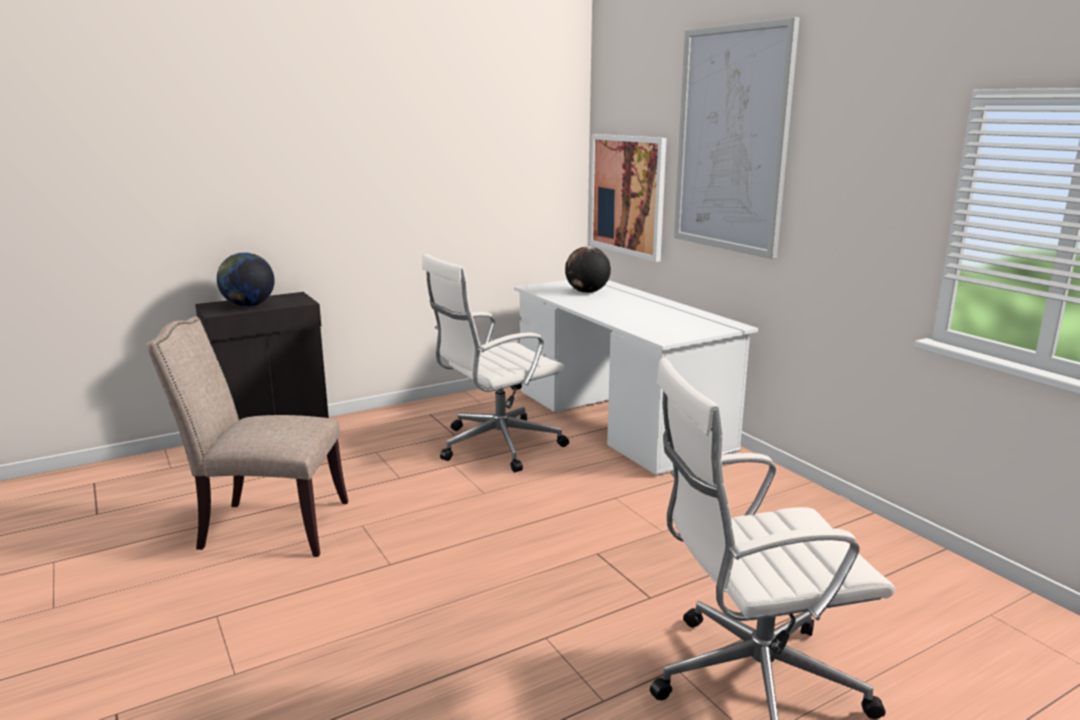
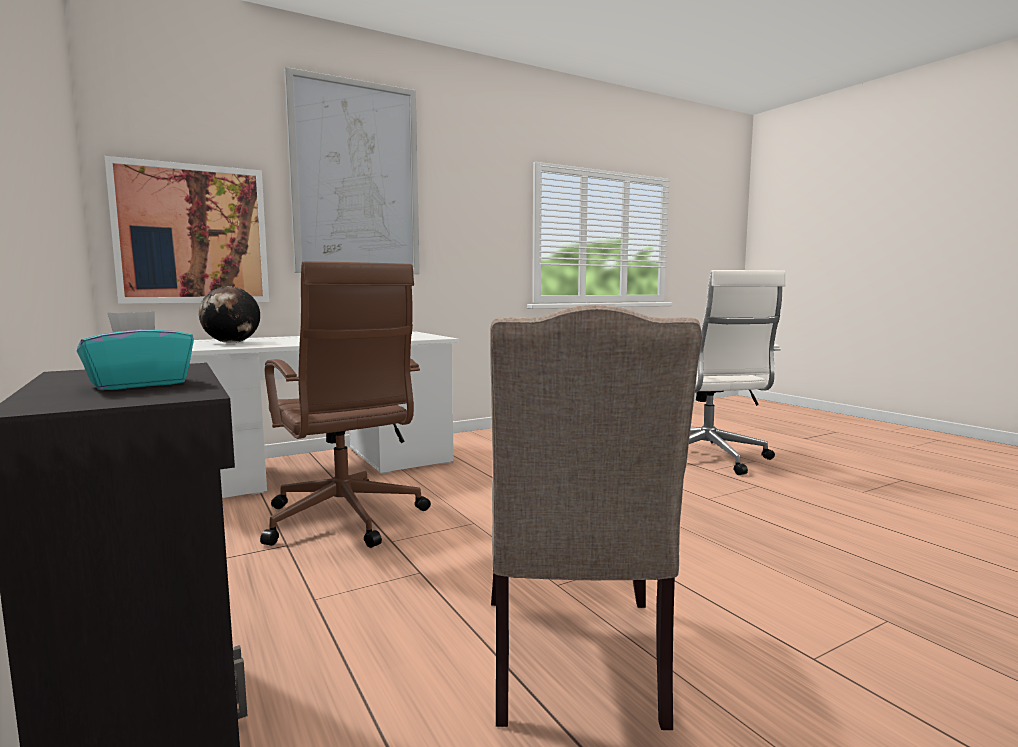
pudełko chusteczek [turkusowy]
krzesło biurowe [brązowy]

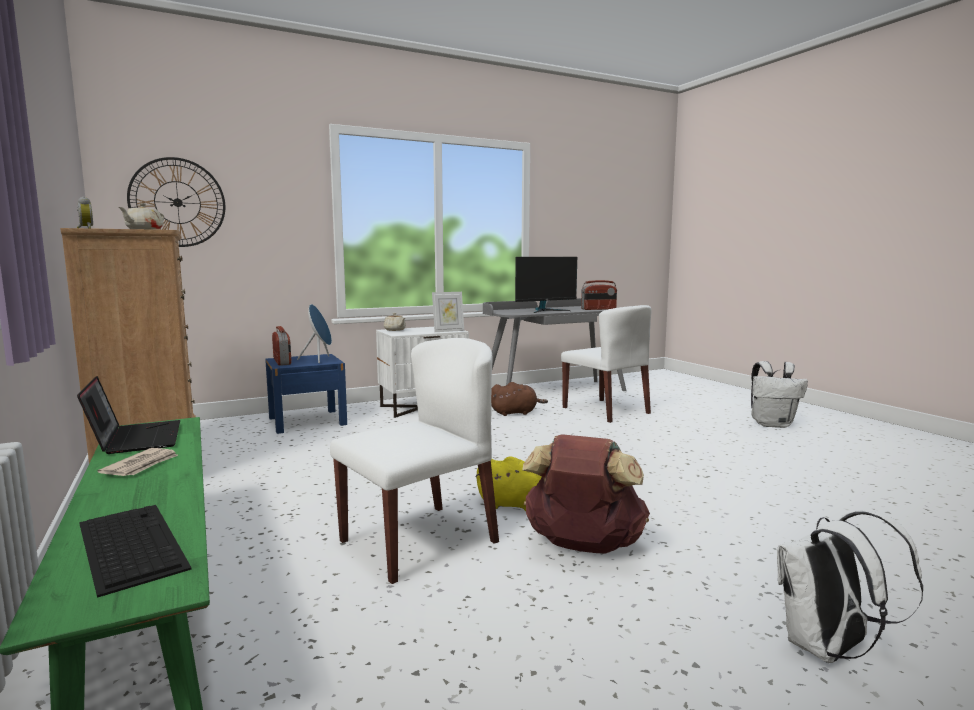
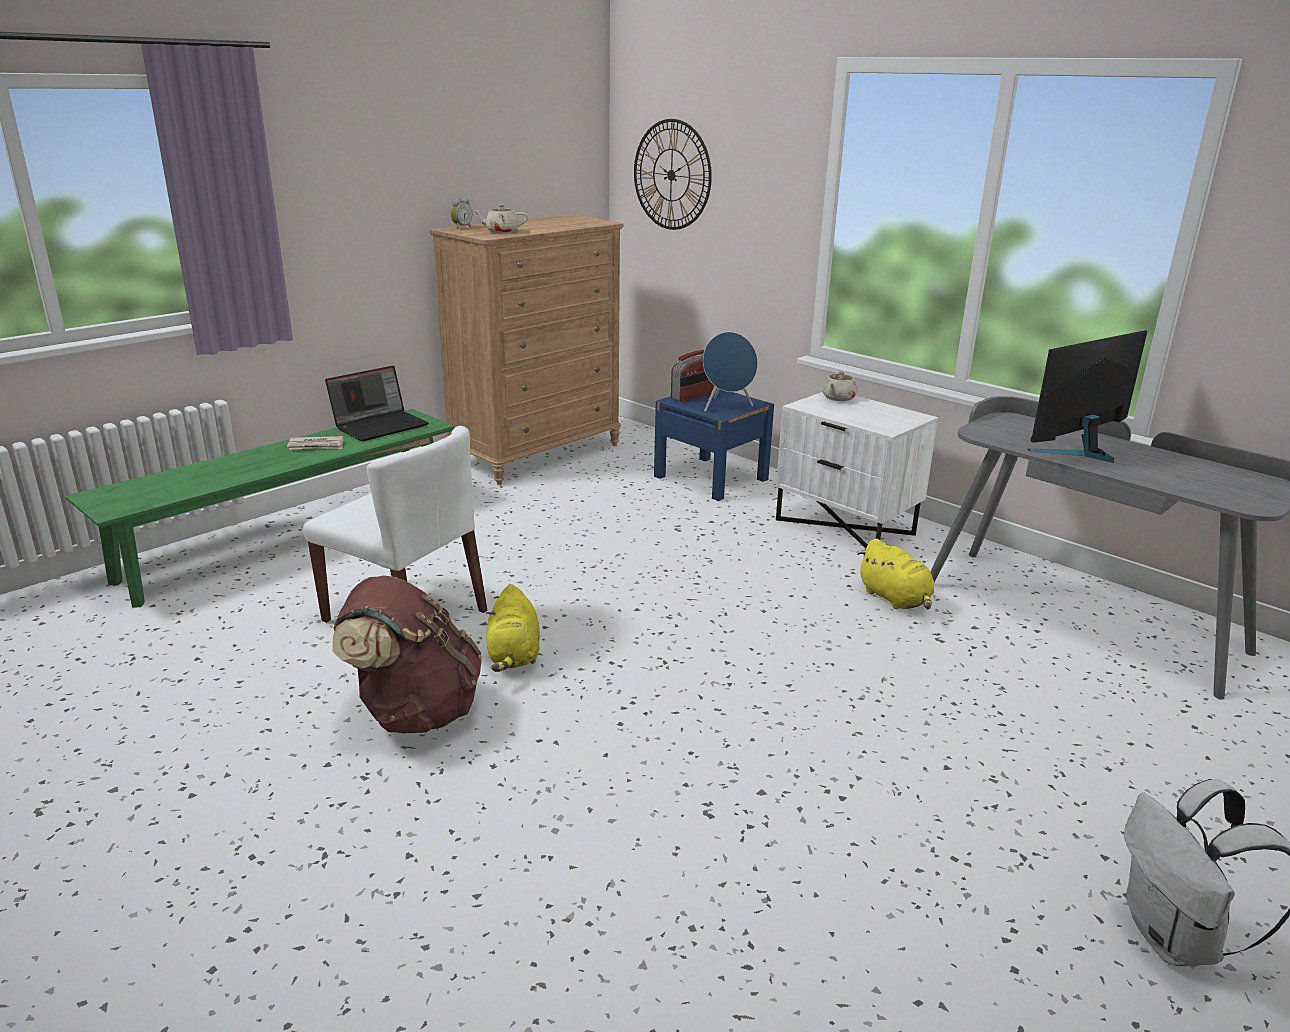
klawiatura
ramka na zdjęcie
pluszak [żółty] (no. 2 from left)
monitor
krzesło [biały] (no. 2 from left in the first image)
radio (no. 2 from left in the first image)
plecak [biały] (no. 2 from left in the first image)

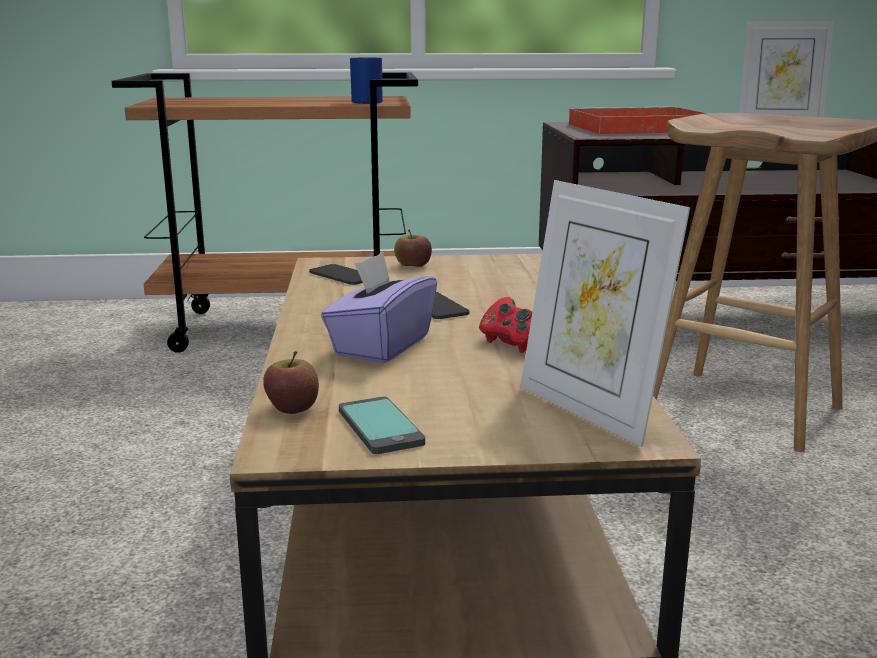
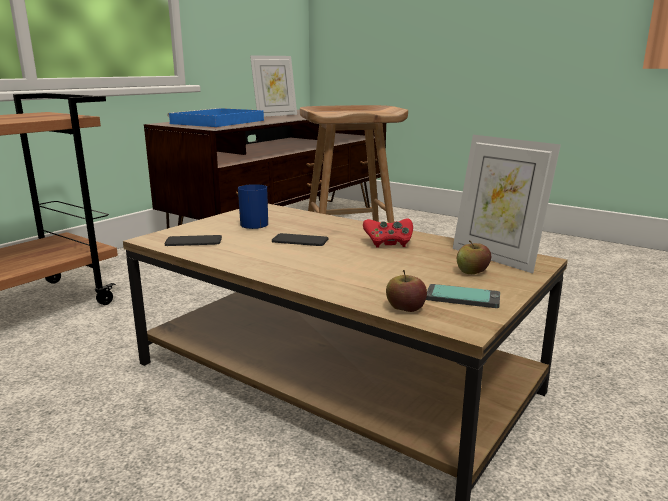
pudełko chusteczek [fioletowy]
kubek [niebieski]
jabłko (no. 2 from left)
ramka na zdjęcie (no. 2 from left)
taca [niebieski]

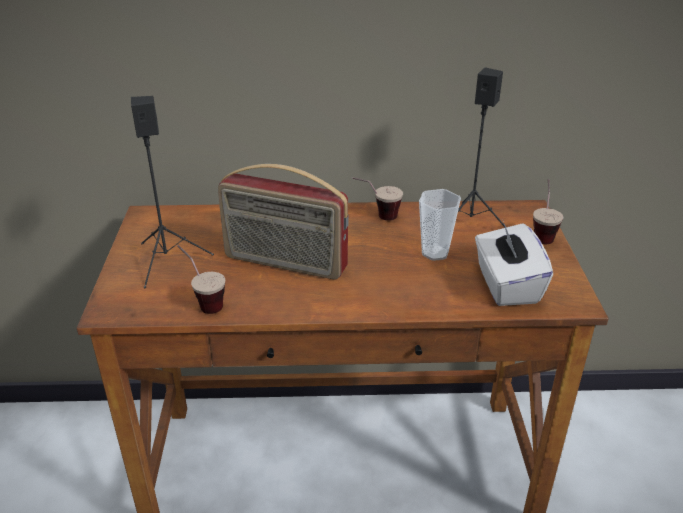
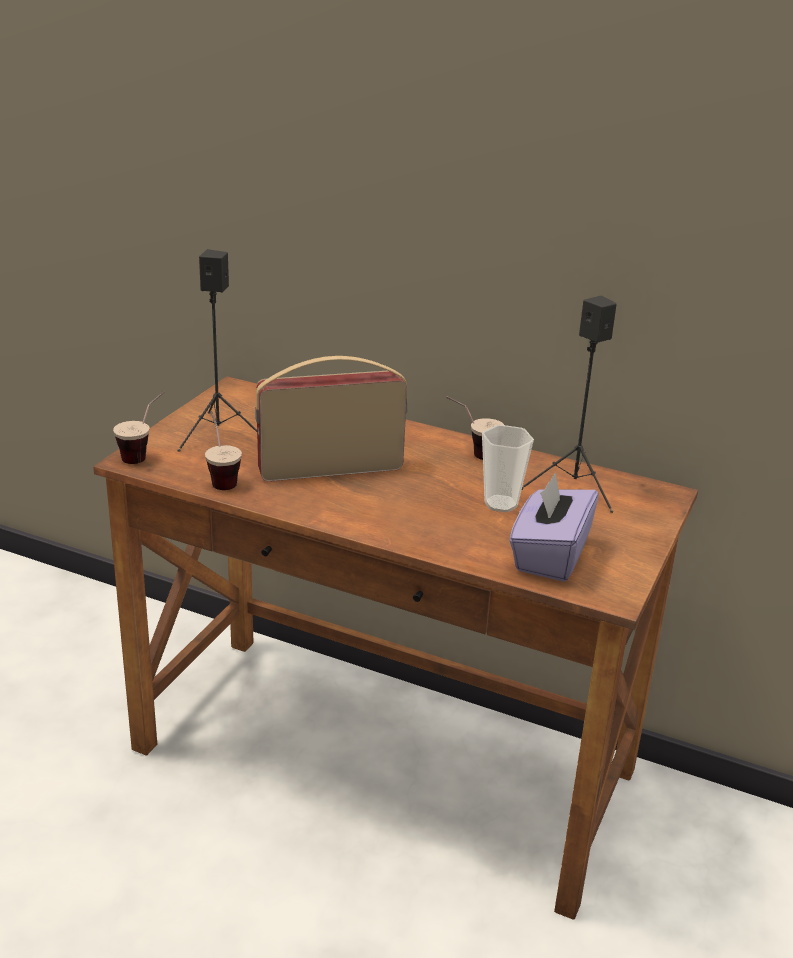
radio
pudełko chusteczek [fioletowy]
filiżanka (no. 1 from left)

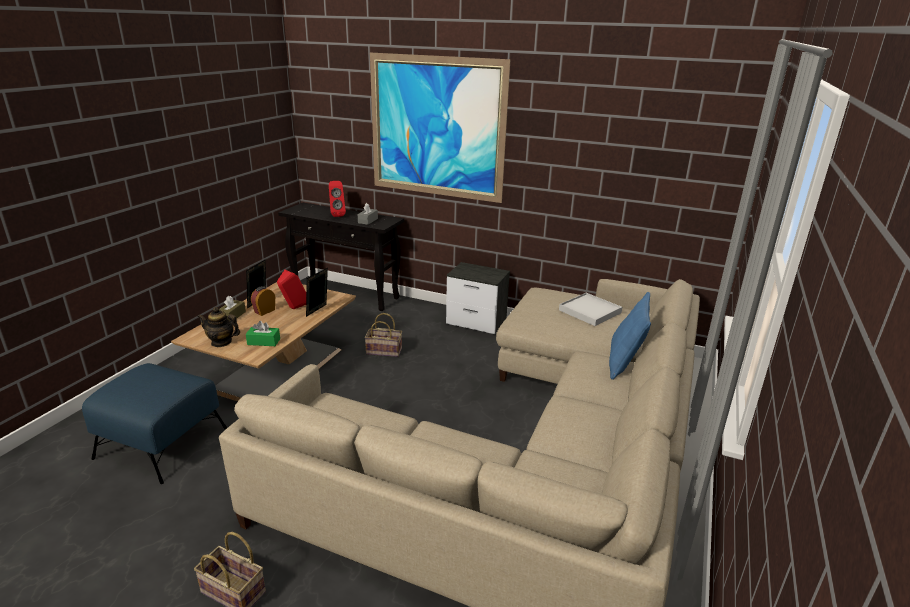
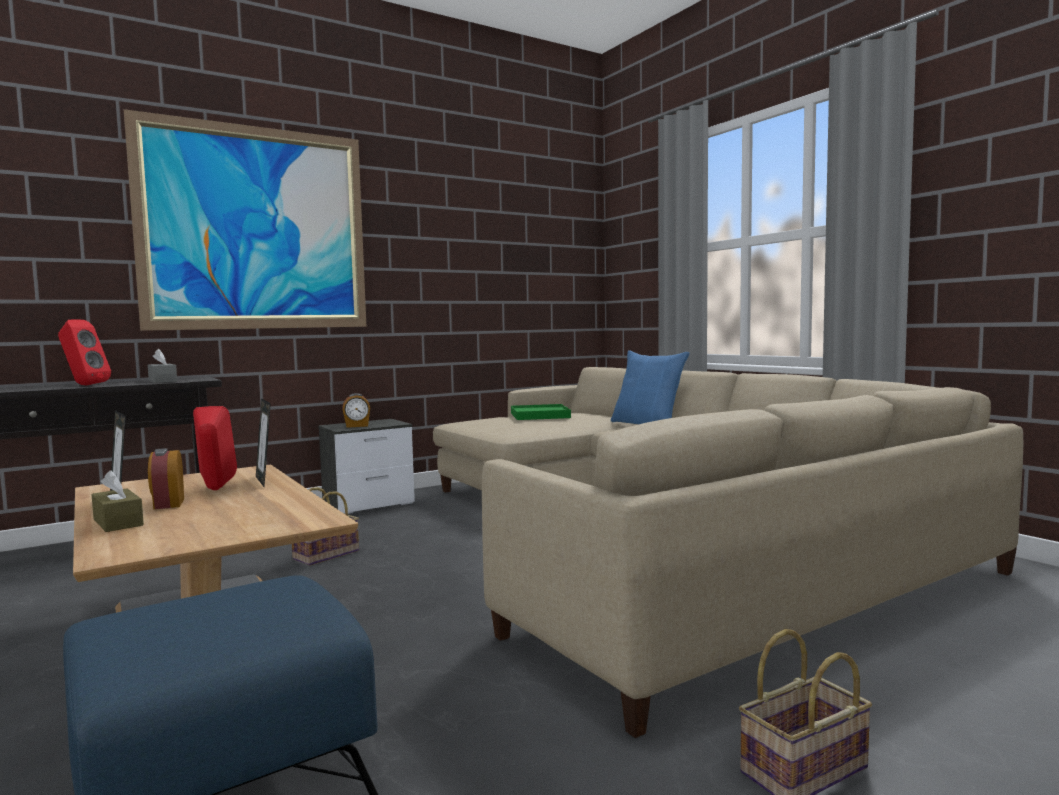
imbryk
pudełko chusteczek [zielony]
taca [zielony]
budzik (no. 2 from left)

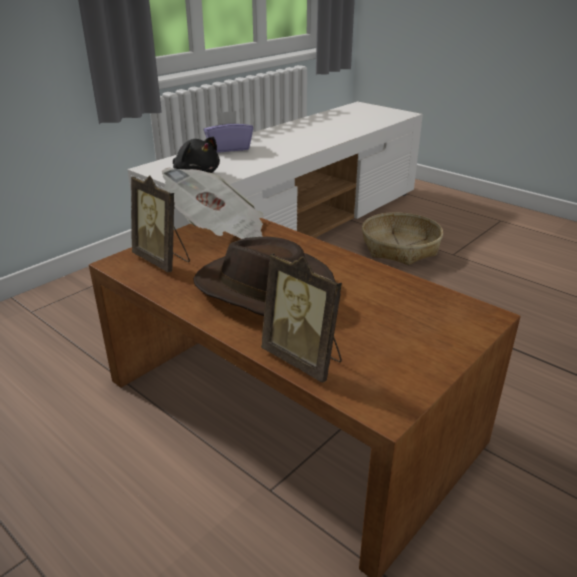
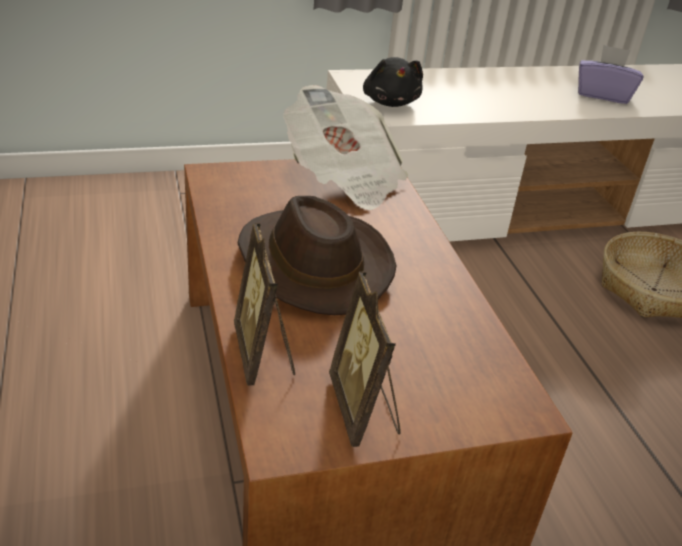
ramka na zdjęcie (no. 2 from left)
pudełko chusteczek [fioletowy]

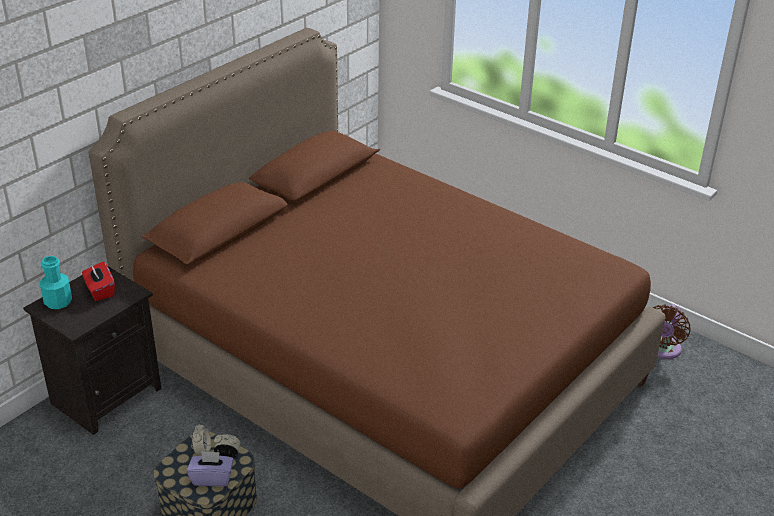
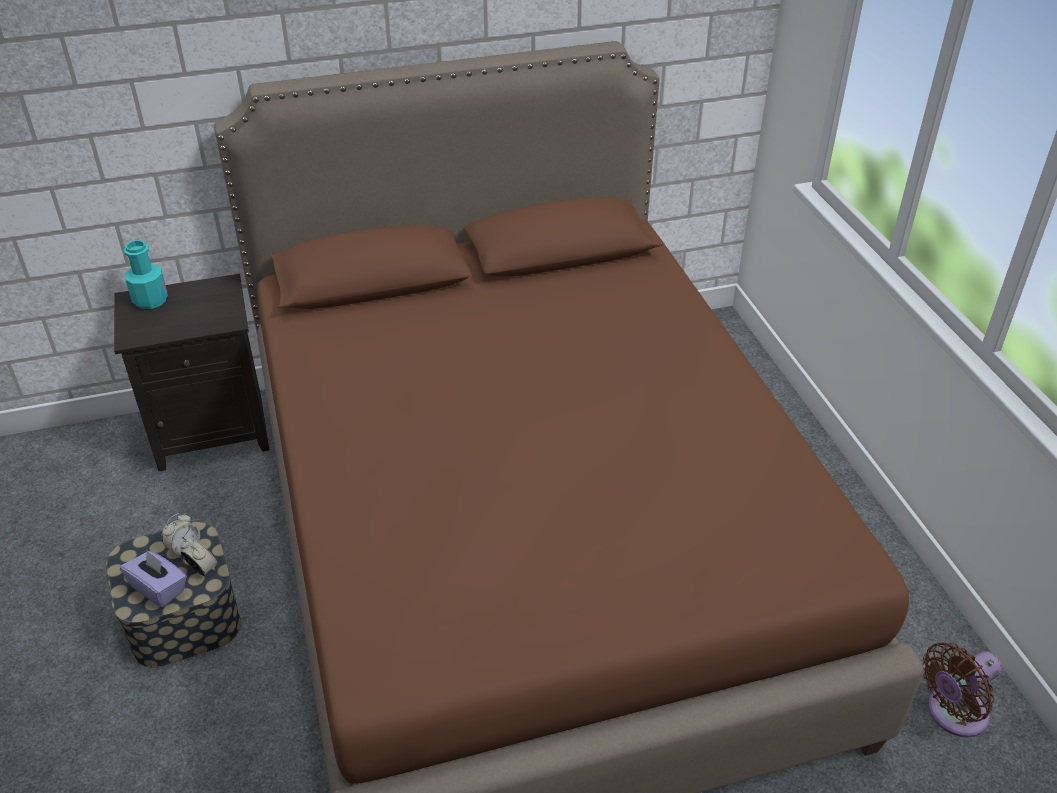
pudełko chusteczek [czerwony]

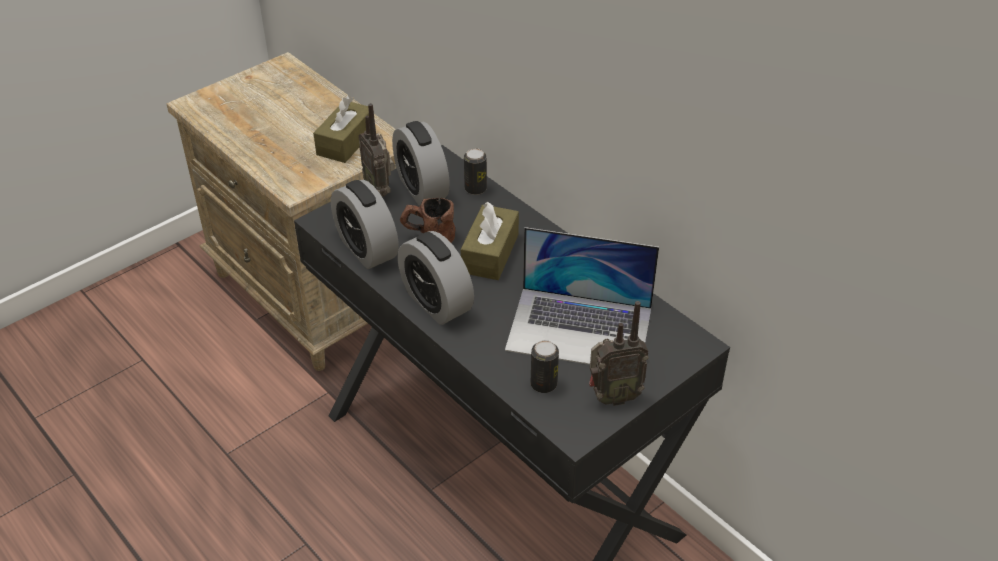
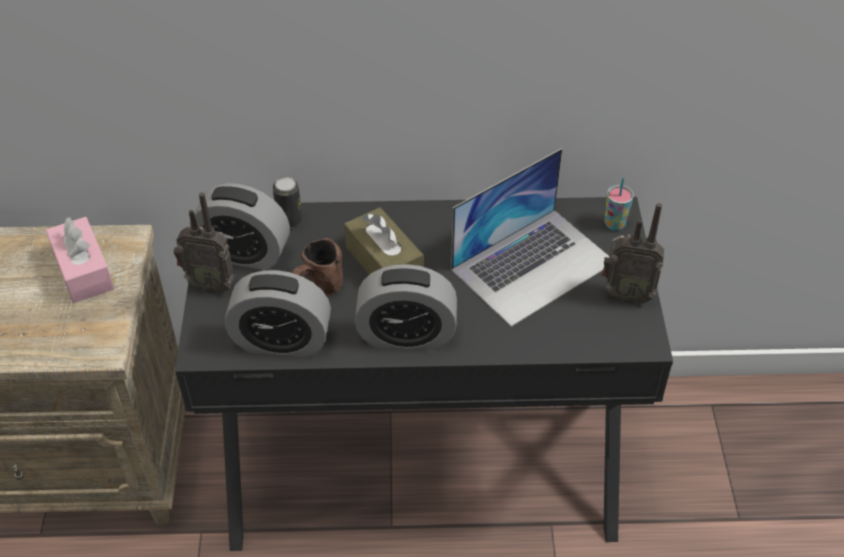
pudełko chusteczek [różowy]
puszka (no. 2 from left in the first image)
radio (no. 2 from left)
filiżanka

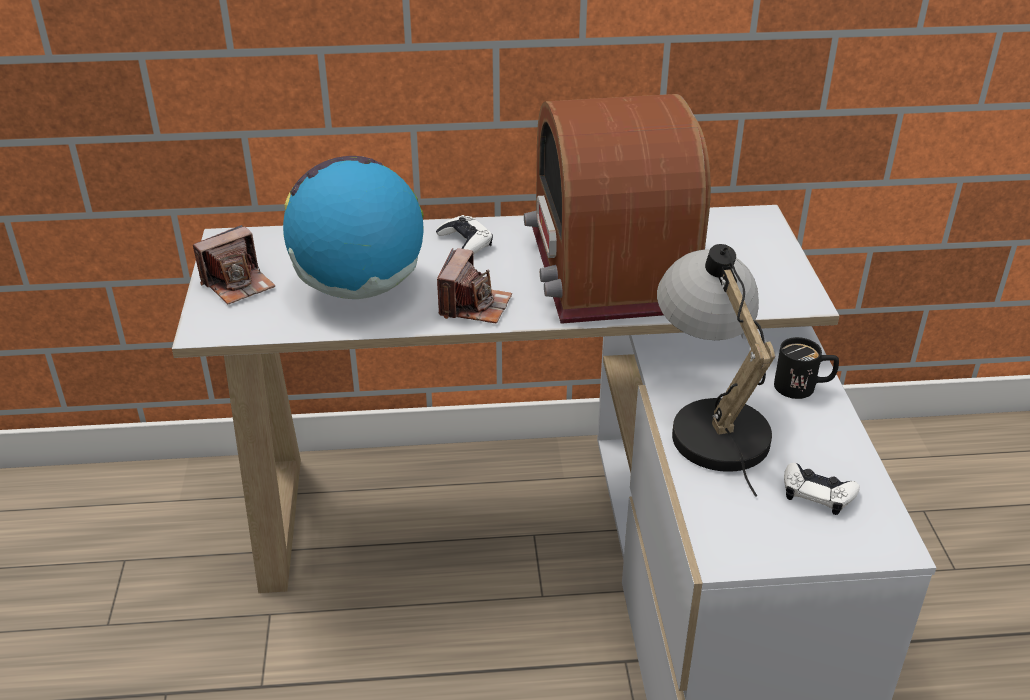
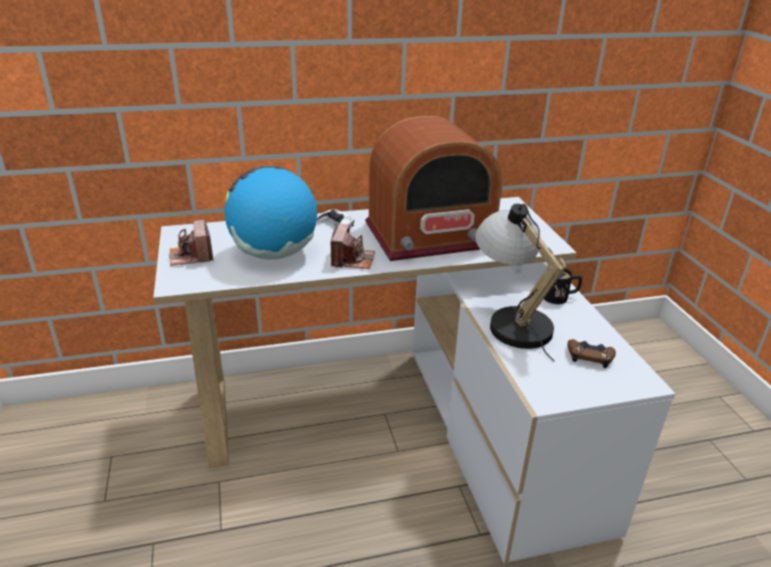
aparat fotograficzny (no. 1 from left)
radio
pad do gier [brązowy]

